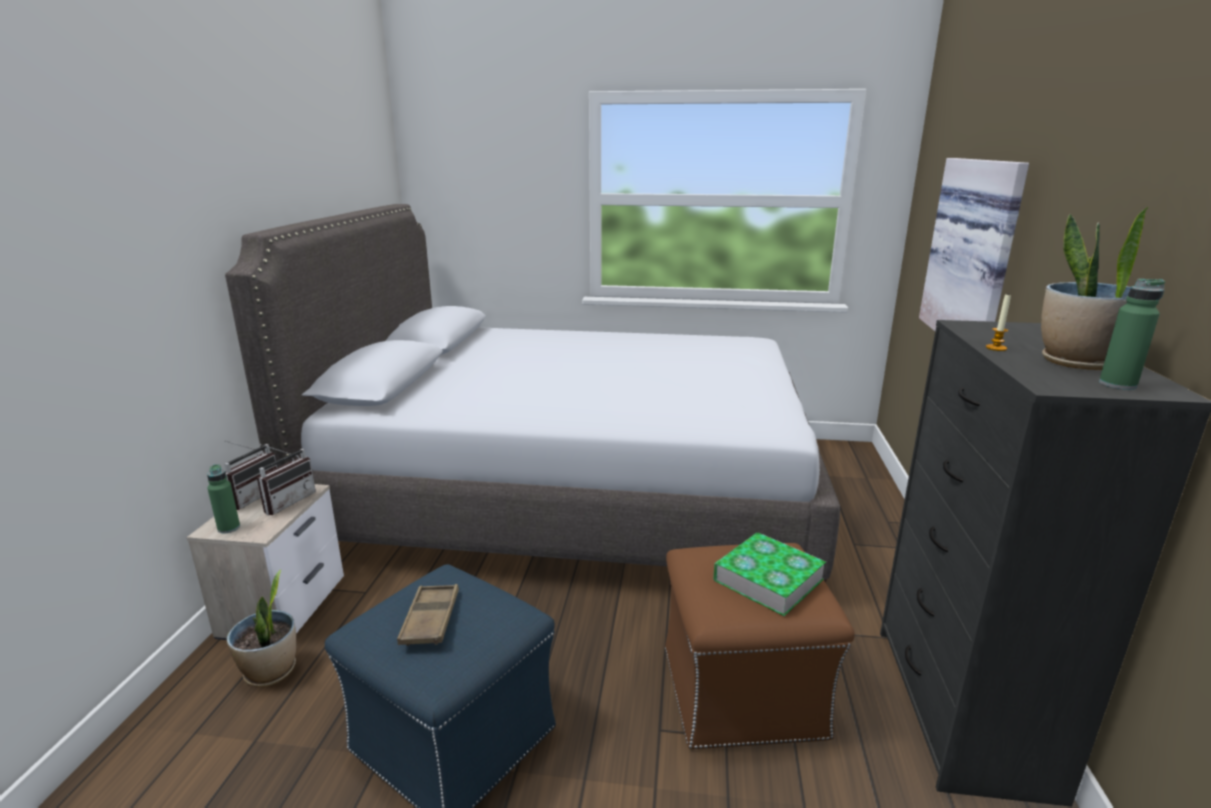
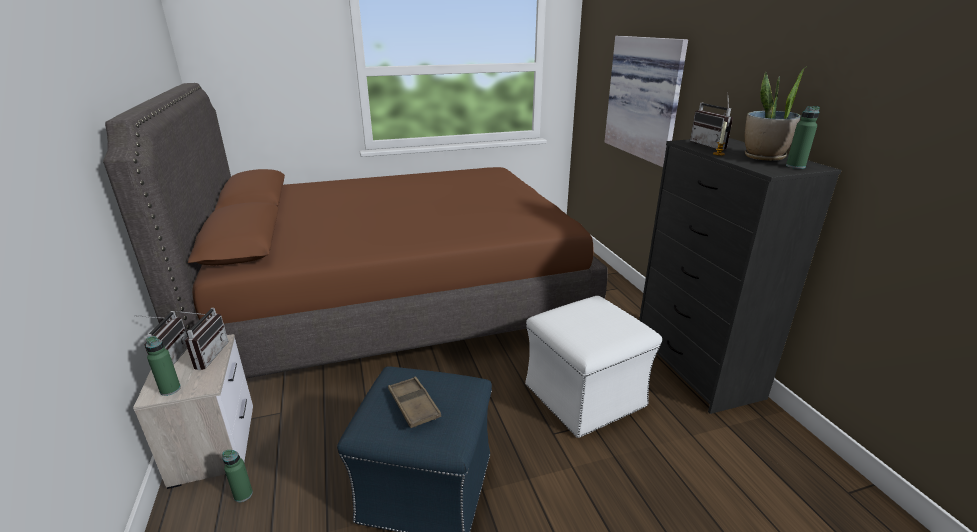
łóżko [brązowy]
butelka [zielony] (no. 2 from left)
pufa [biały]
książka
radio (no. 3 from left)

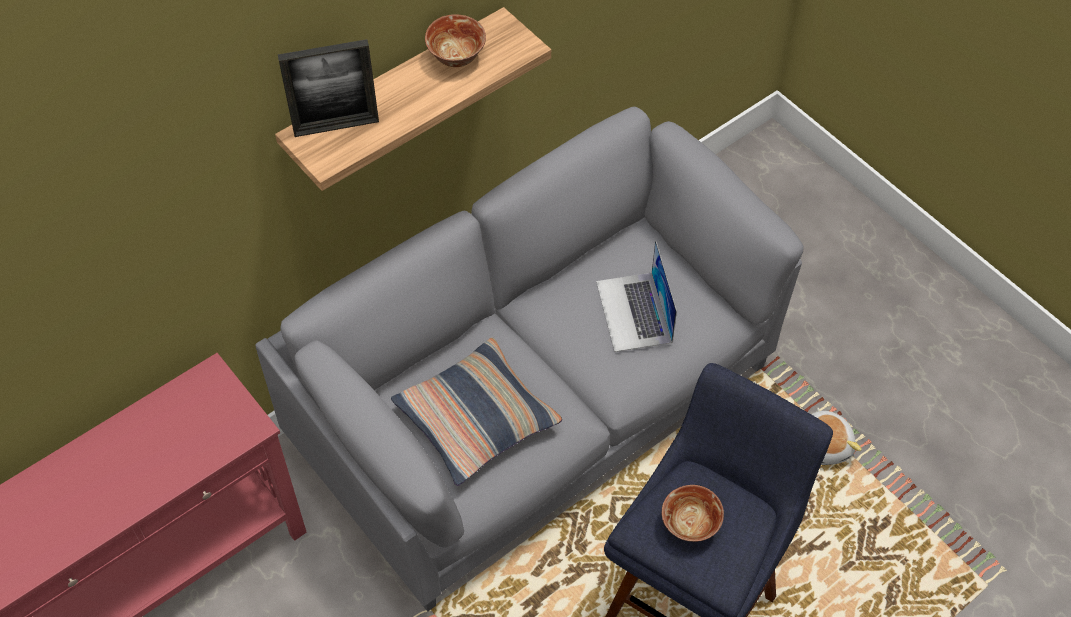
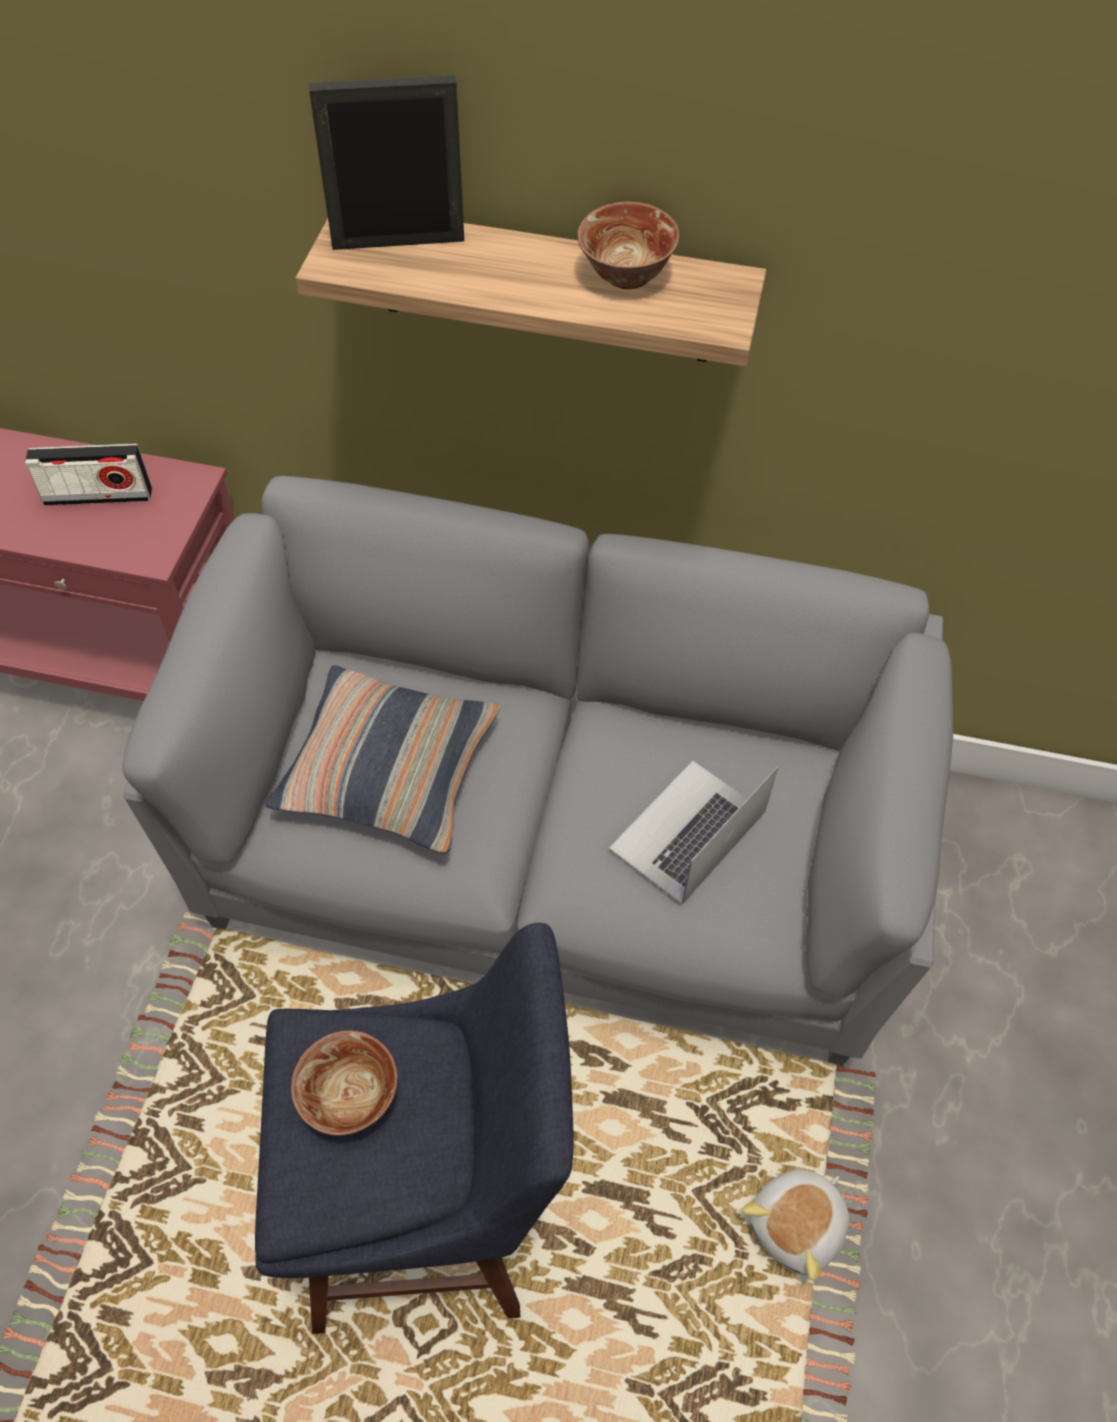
ramka na zdjęcie
radio

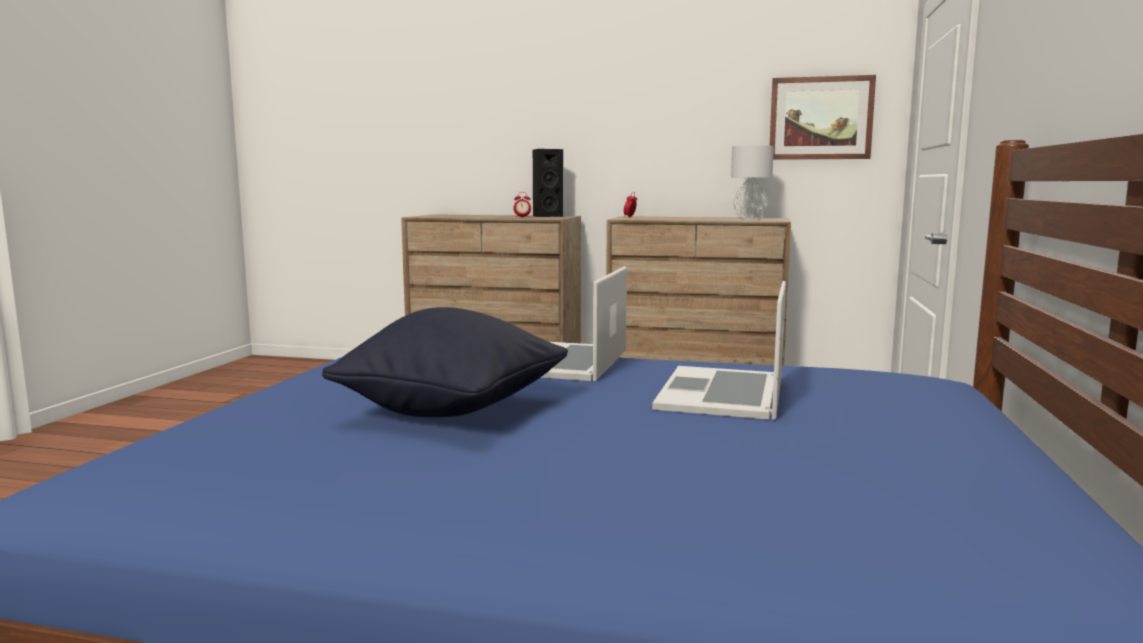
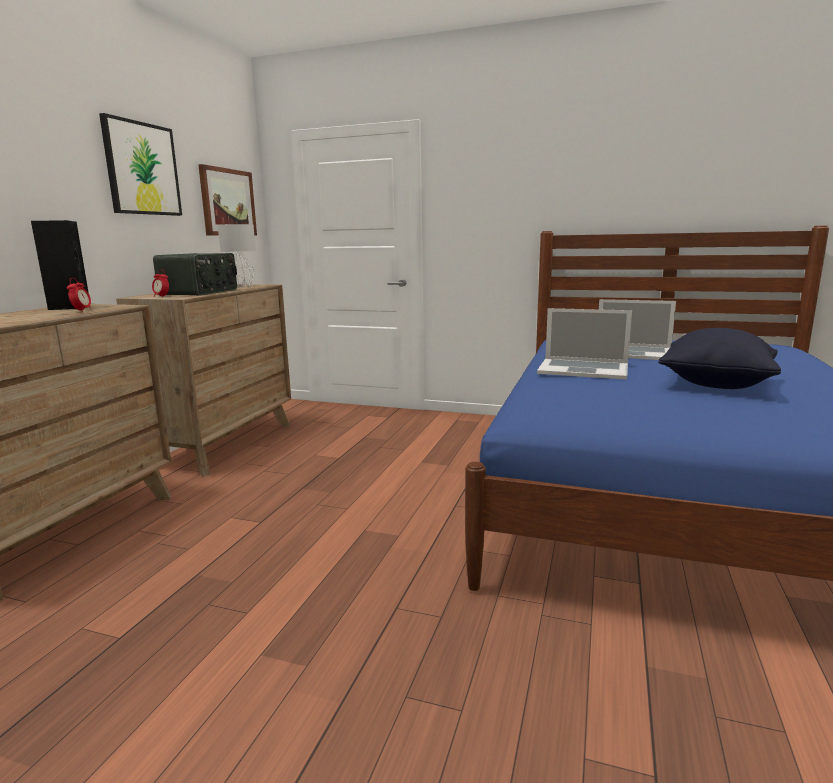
obraz (no. 1 from left)
radio

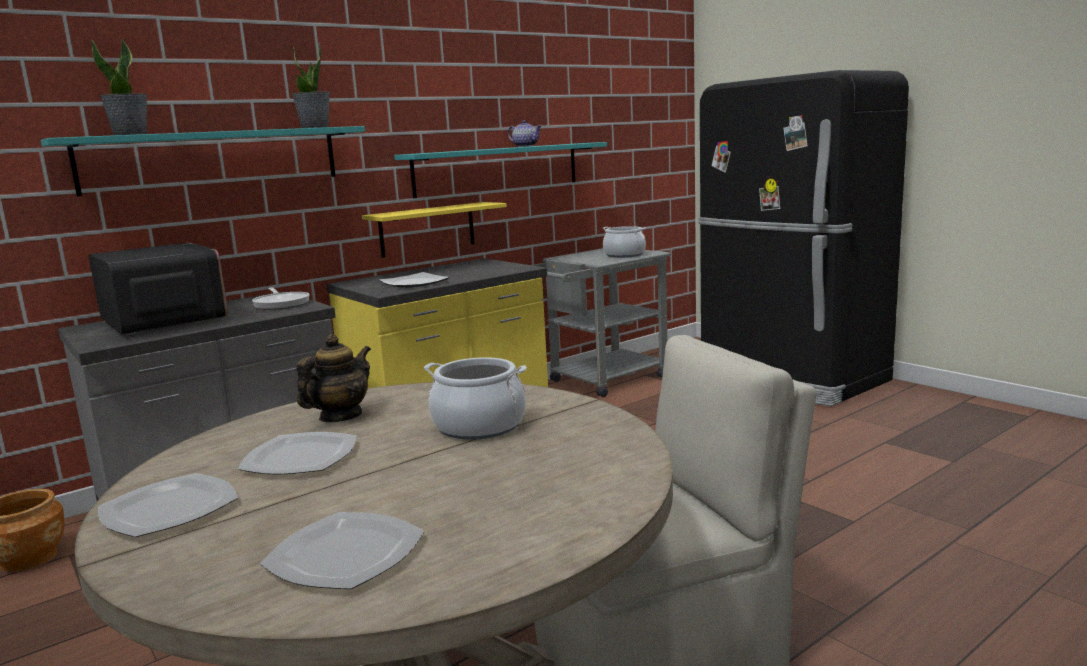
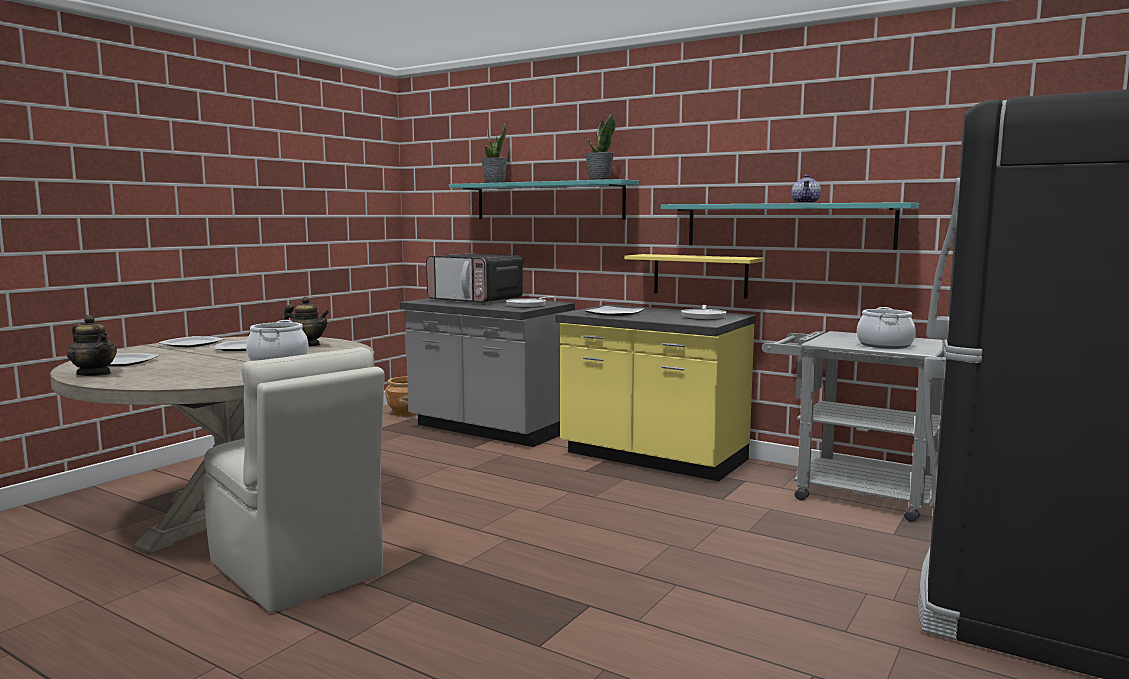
mikrofalówka
imbryk (no. 1 from left)
patelnia (no. 2 from left)

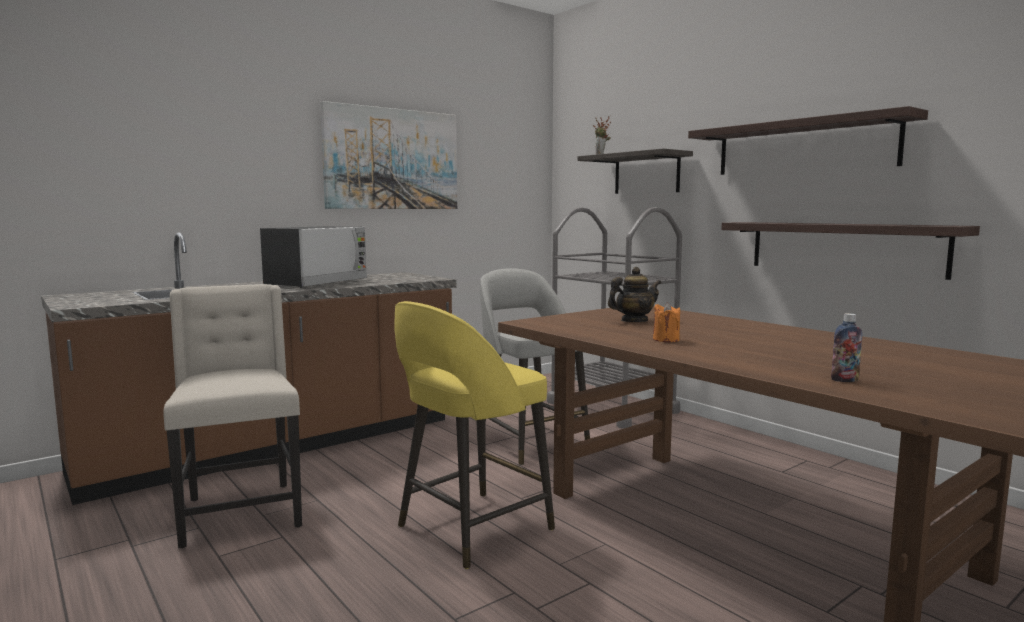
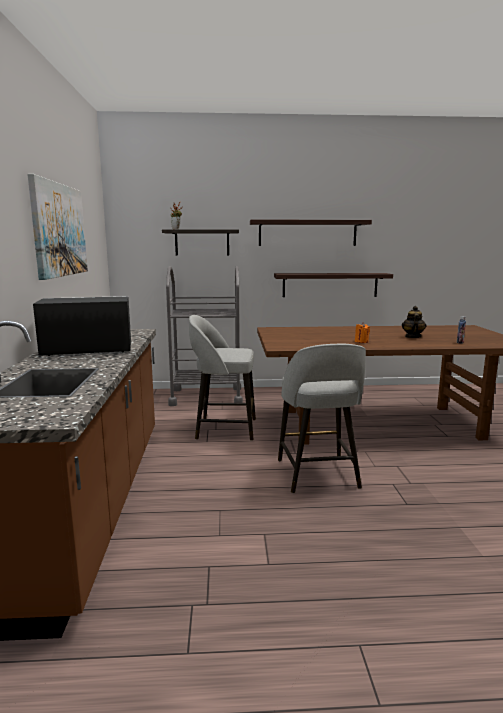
krzesło [beżowy]
mikrofalówka
stołek [szary] (no. 2 from left)
imbryk

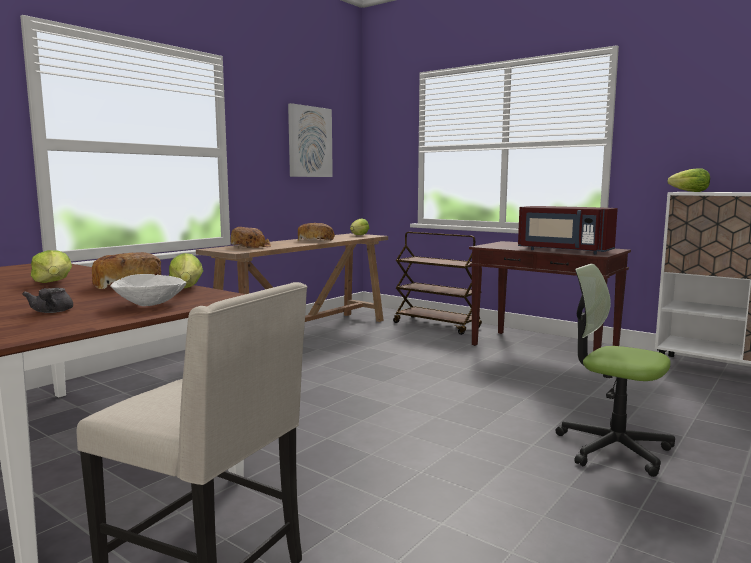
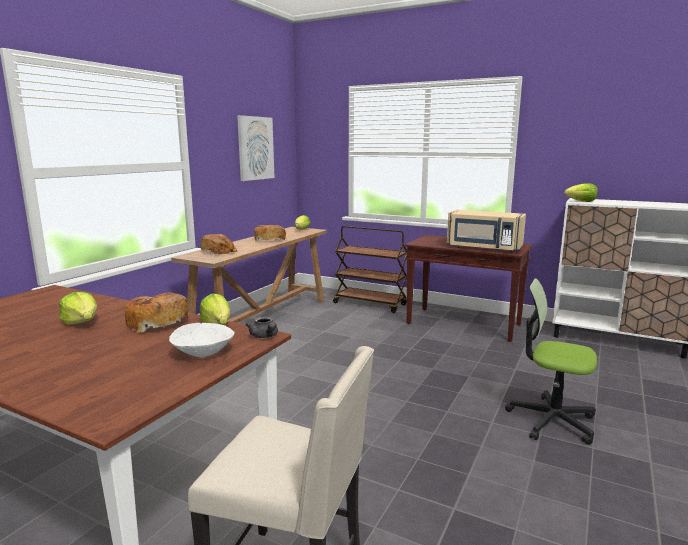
imbryk [szary]
mikrofalówka [beżowy]

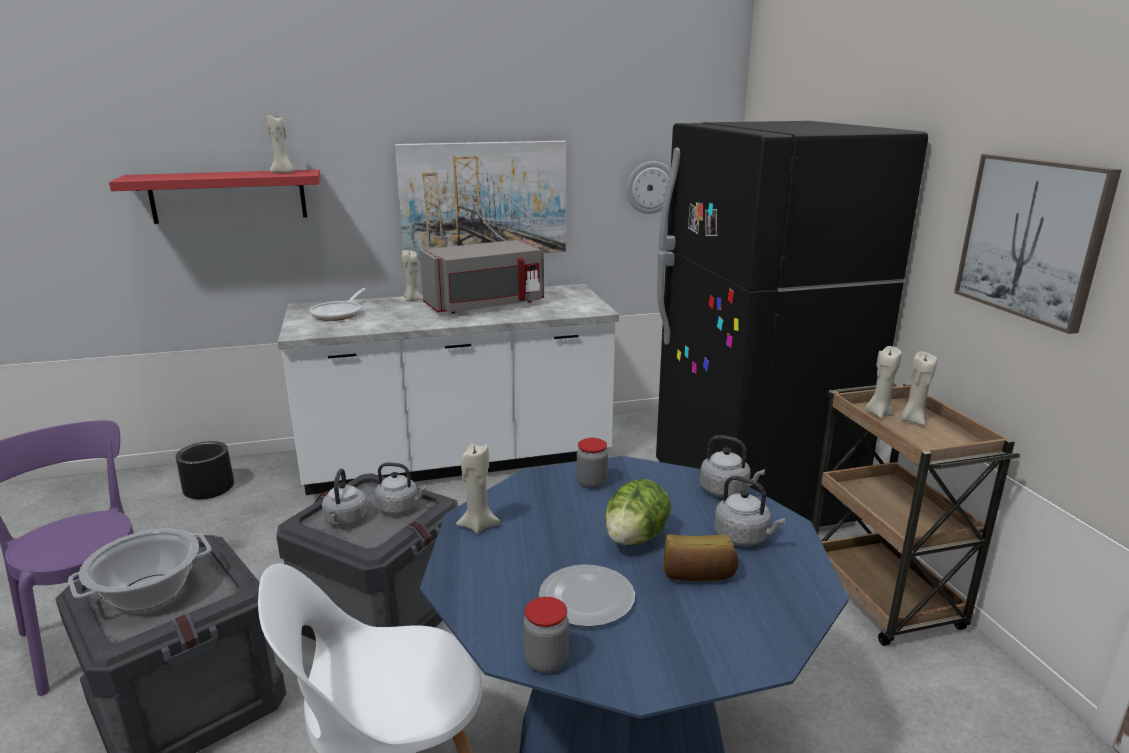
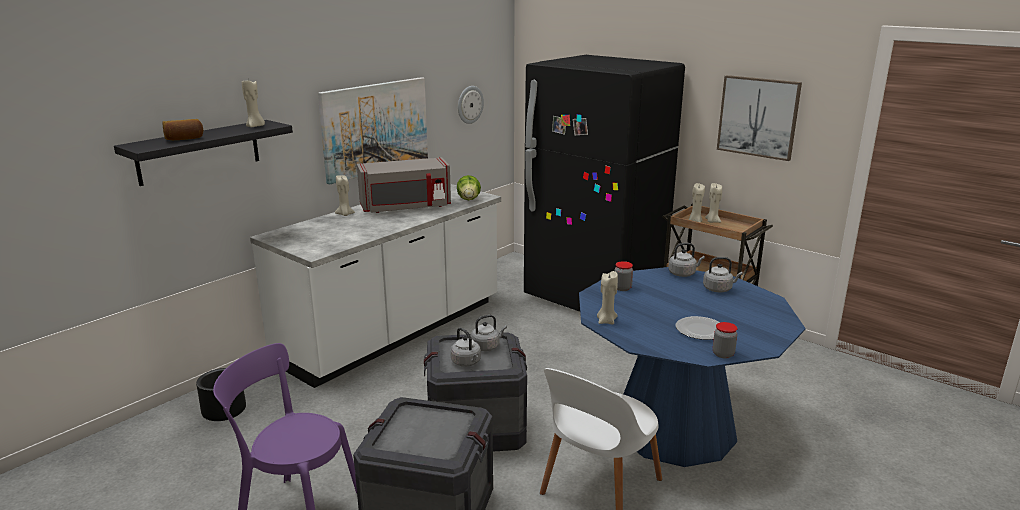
garnek
półka [czarny]
patelnia
mikrofalówka [szary]
sałata
chleb

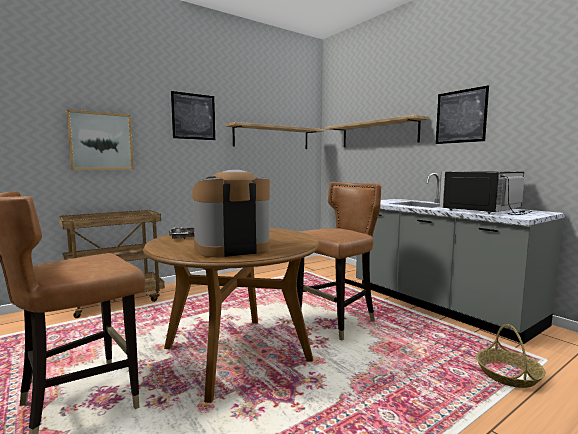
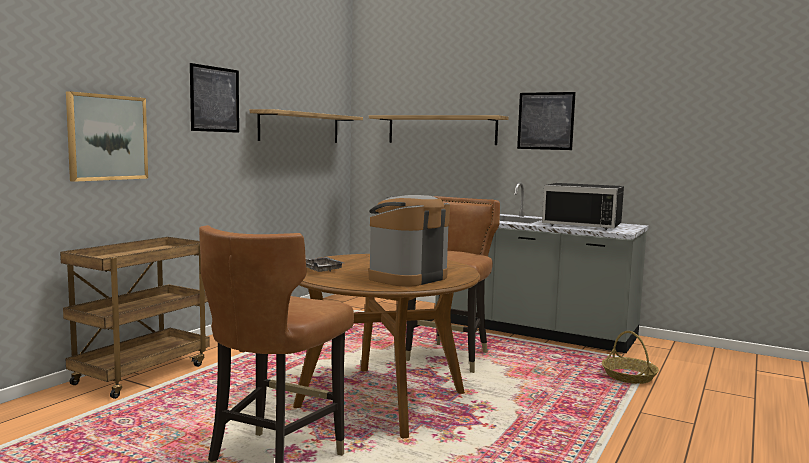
mikrofalówka [czarny]

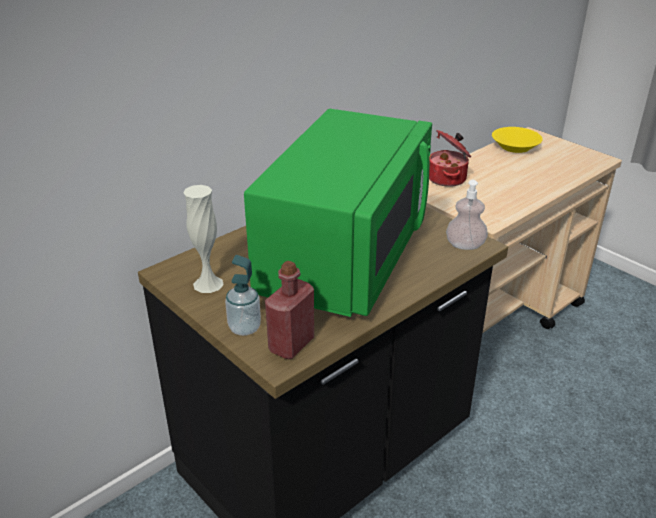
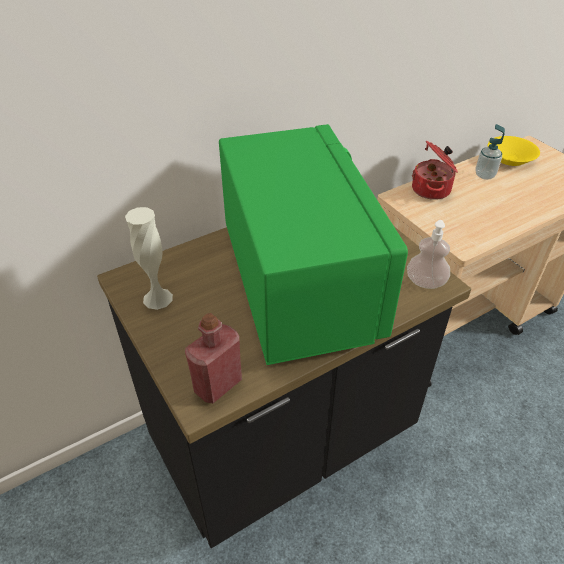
dozownik mydła (no. 2 from left)
mikrofalówka [zielony]

